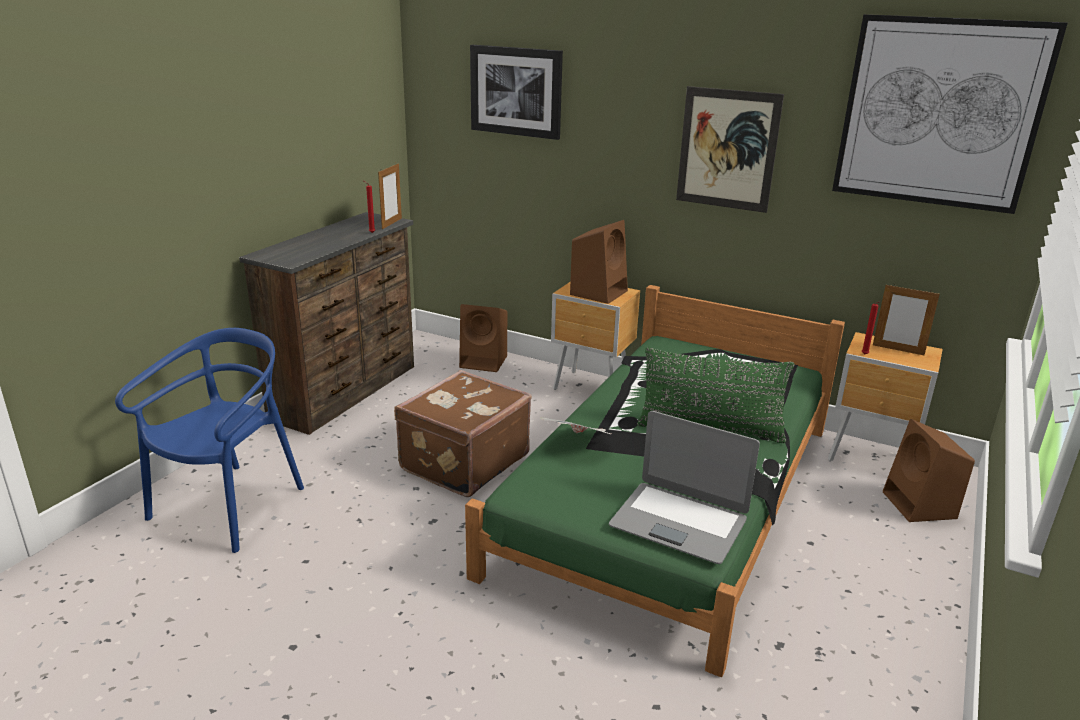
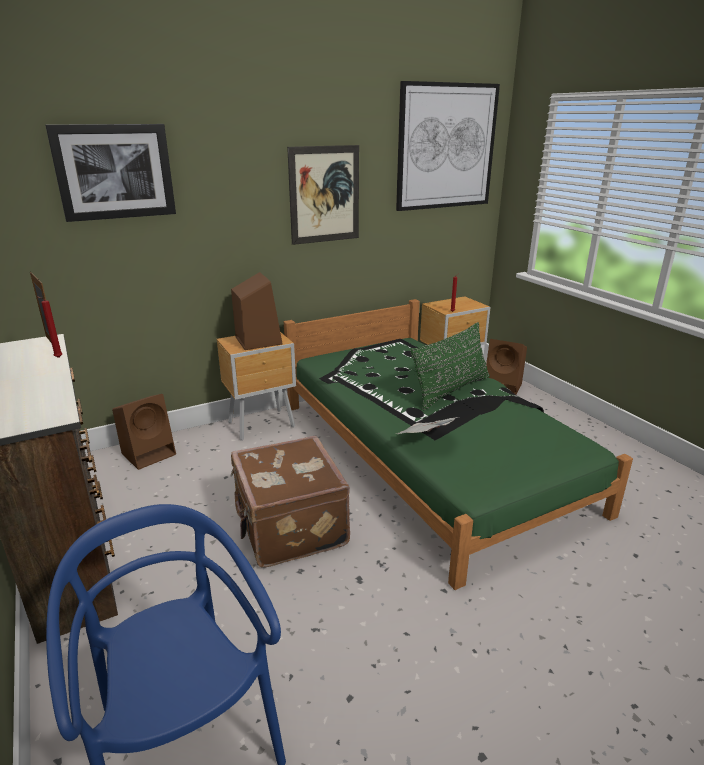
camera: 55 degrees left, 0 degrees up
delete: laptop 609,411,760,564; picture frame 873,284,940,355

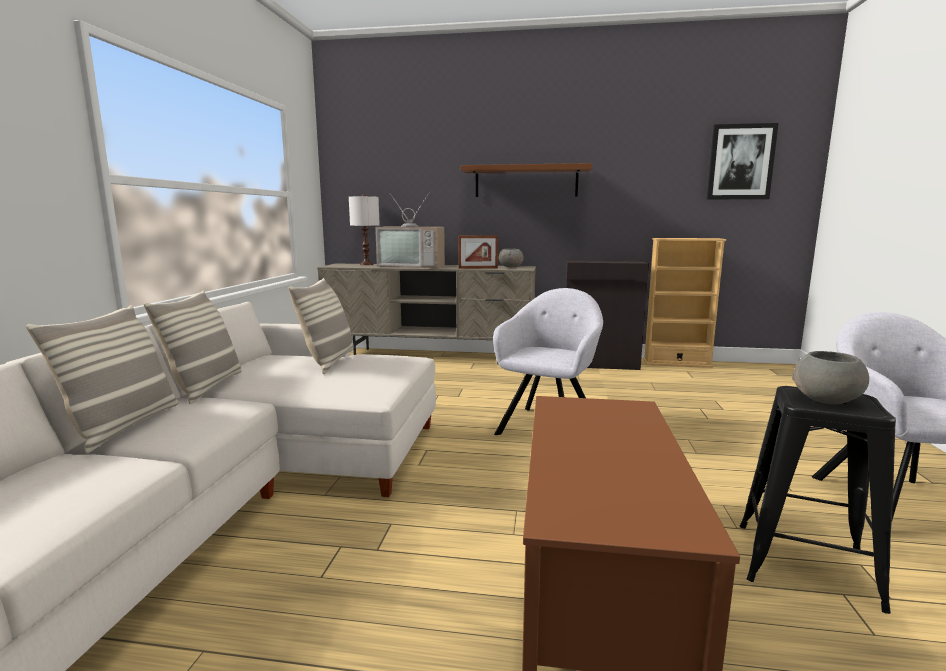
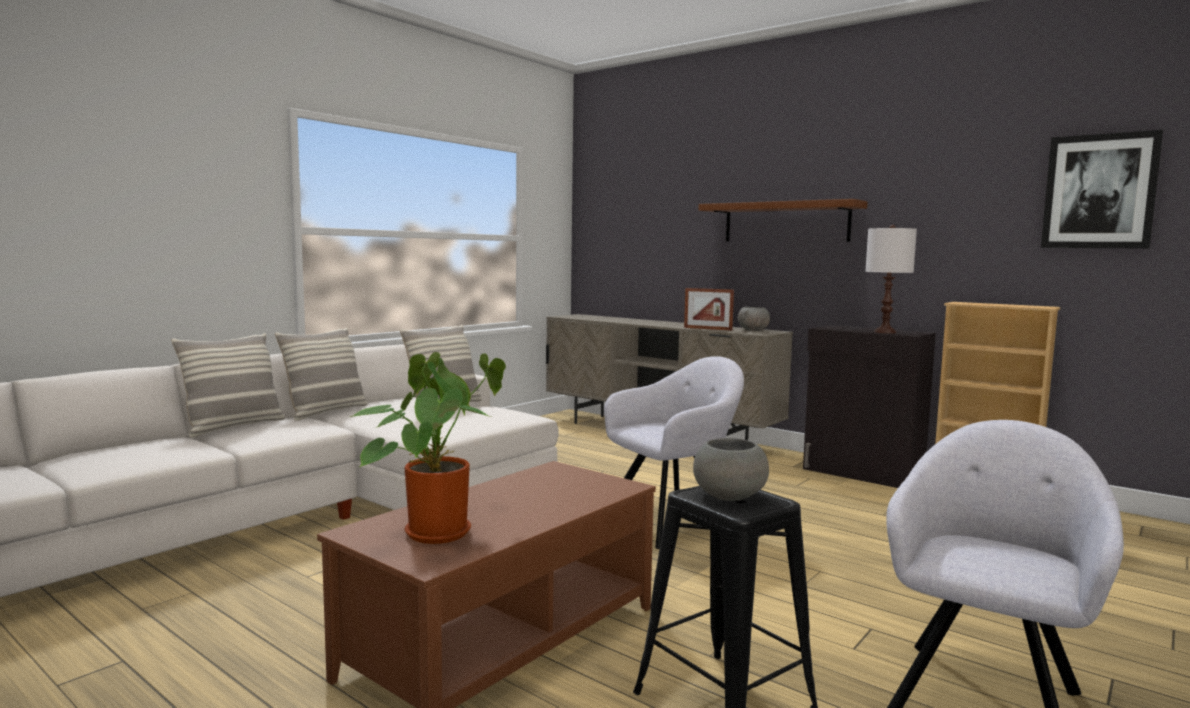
camera: 30 degrees right, 5 degrees down
delete: television 375,195,445,268
insert: potted plant 349,352,506,544
move: white table lamp 349,194,380,265 to 865,225,917,333

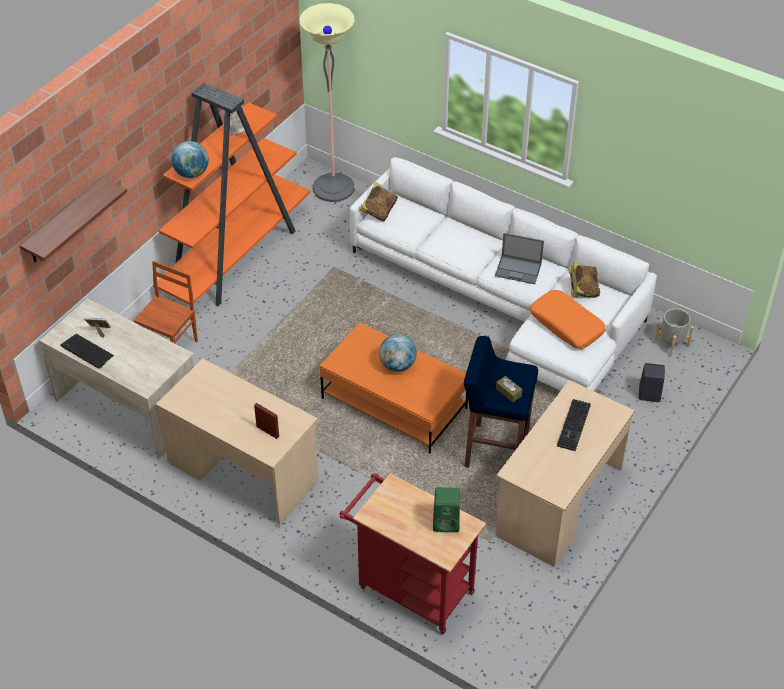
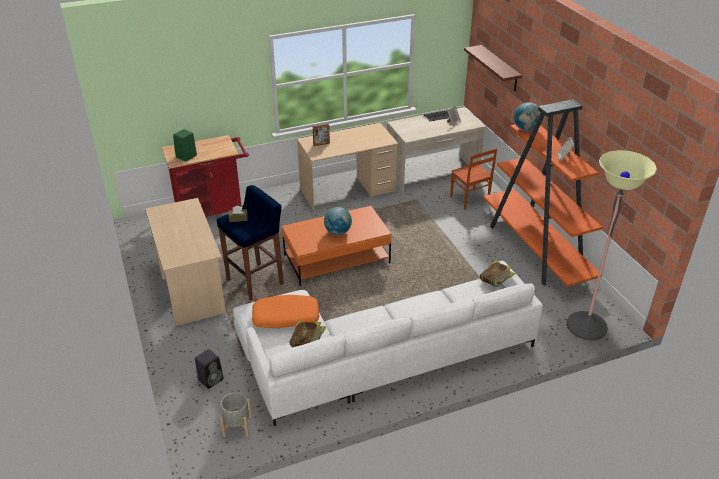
camera: 125 degrees right, 10 degrees down
delete: laptop 495,233,544,284; keyboard 557,399,591,451

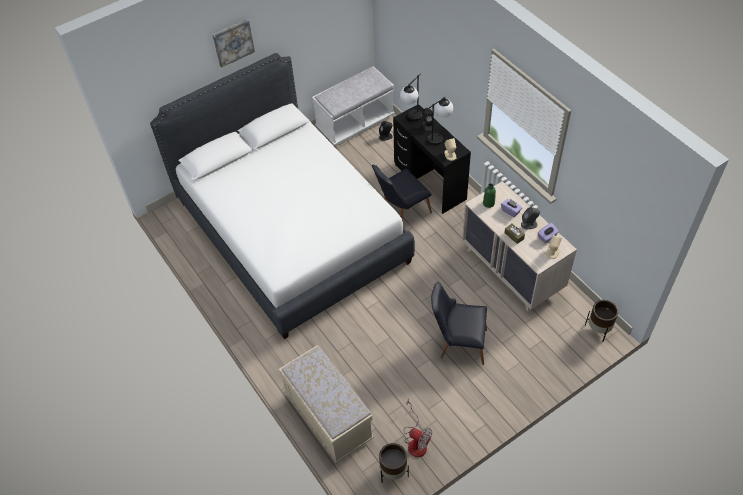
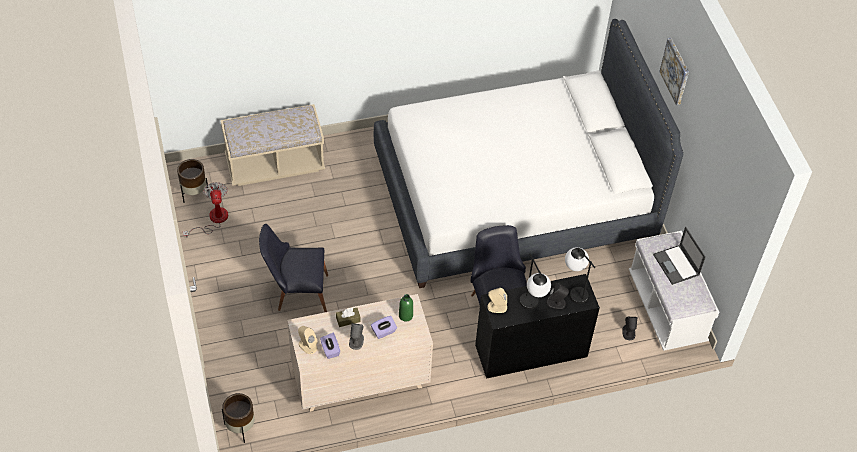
camera: 105 degrees right, 0 degrees up
insert: laptop 653,227,706,285
rotate: fan 404,399,432,457 = 183,182,228,238 120 degrees clockwise; black chair 431,282,487,365 = 259,224,328,312 120 degrees counterclockwise

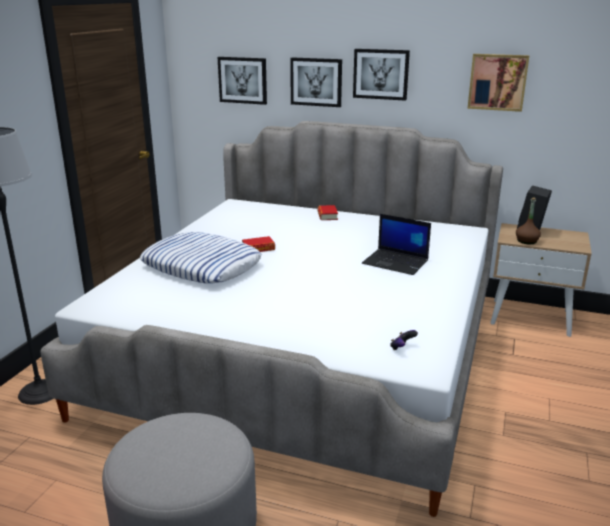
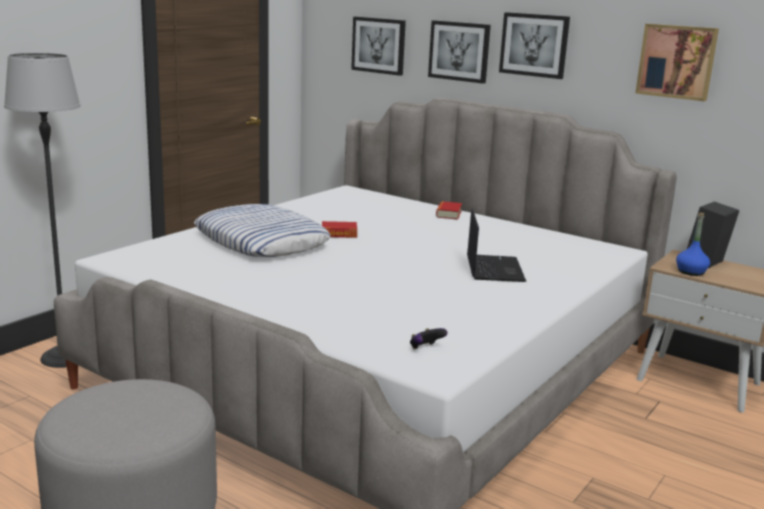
camera: 15 degrees right, 5 degrees down
recolor: brown bottle 516,198,541,244 to blue bottle 676,213,710,276
rotate: laptop 362,214,431,275 = 467,208,527,282 135 degrees counterclockwise

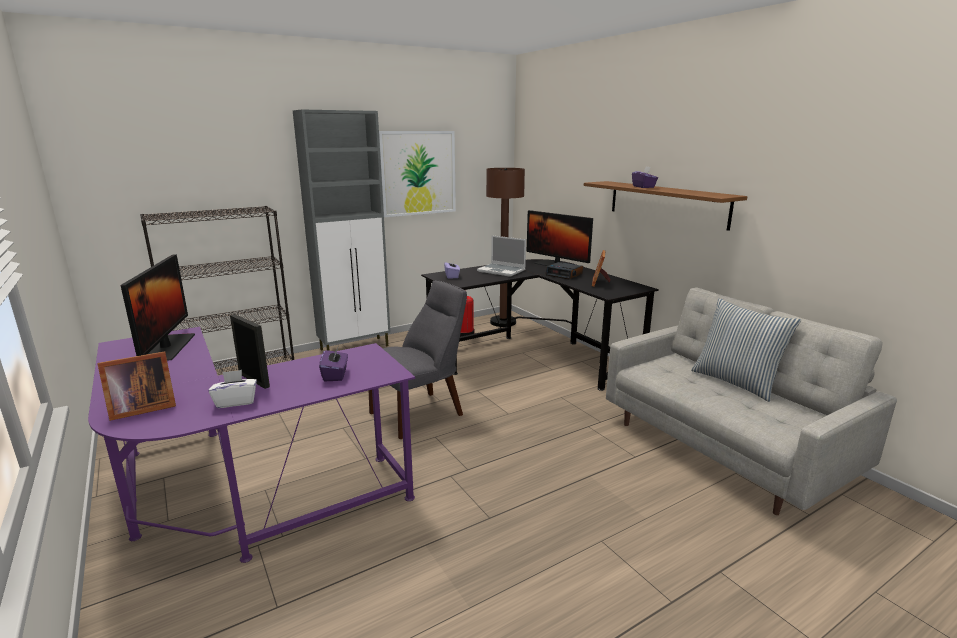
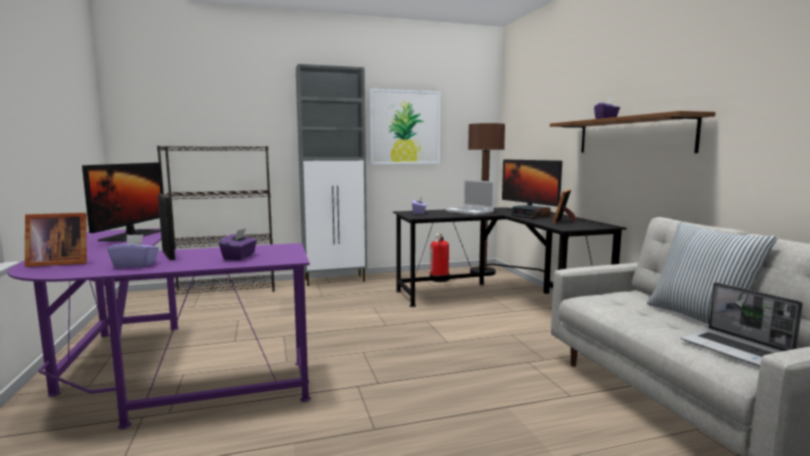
camera: 15 degrees right, 10 degrees down
delete: grey chair 369,280,467,439
insert: laptop 680,282,803,367
recolor: white tissue box 209,370,257,408 to purple tissue box 107,235,159,268

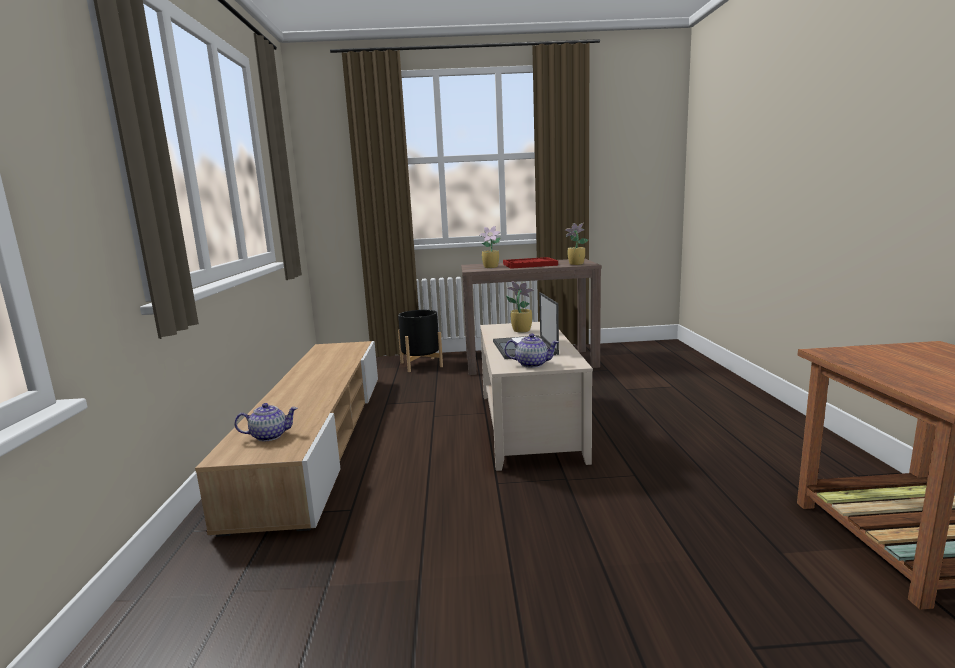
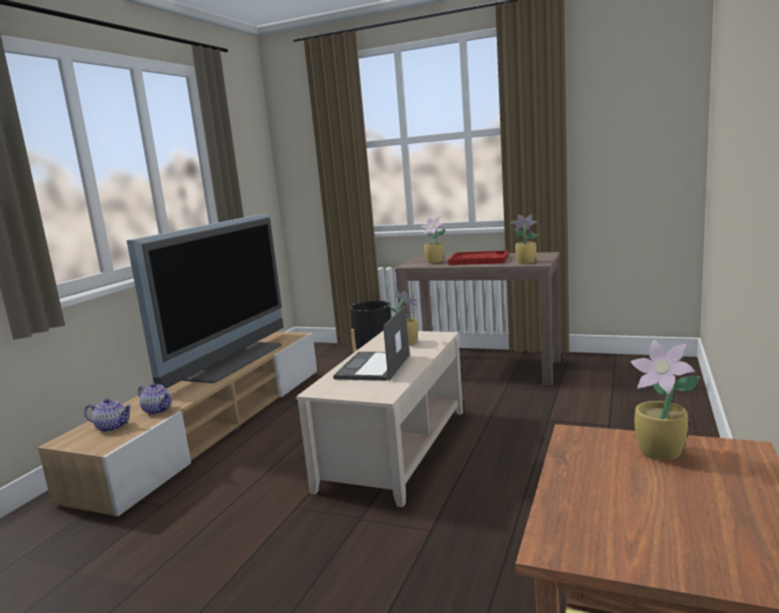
camera: 25 degrees right, 0 degrees up
insert: television 127,214,284,388; potted plant 630,340,701,460
move: teapot 505,334,559,368 to 138,383,172,415

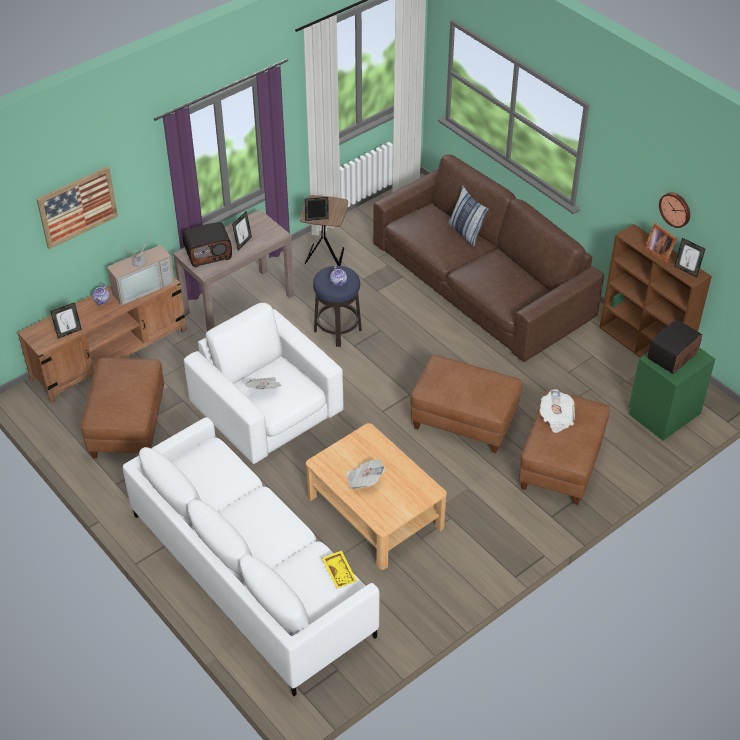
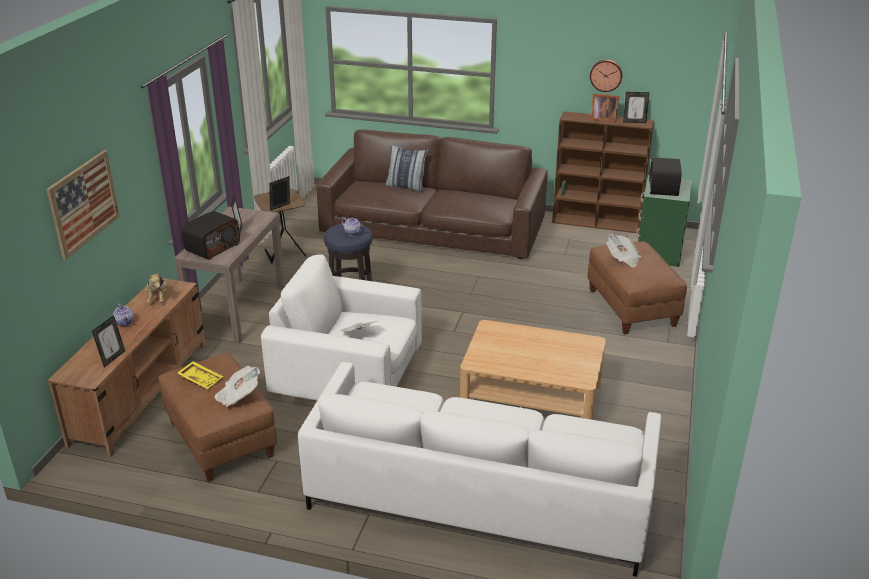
camera: 35 degrees left, 15 degrees down
delete: brown ottoman 410,355,522,453
move: yellow tray 322,550,357,589 to 178,361,223,389; newspaper 346,460,385,489 to 214,366,260,407
replace: television 108,231,175,305 to plush toy 145,271,167,303

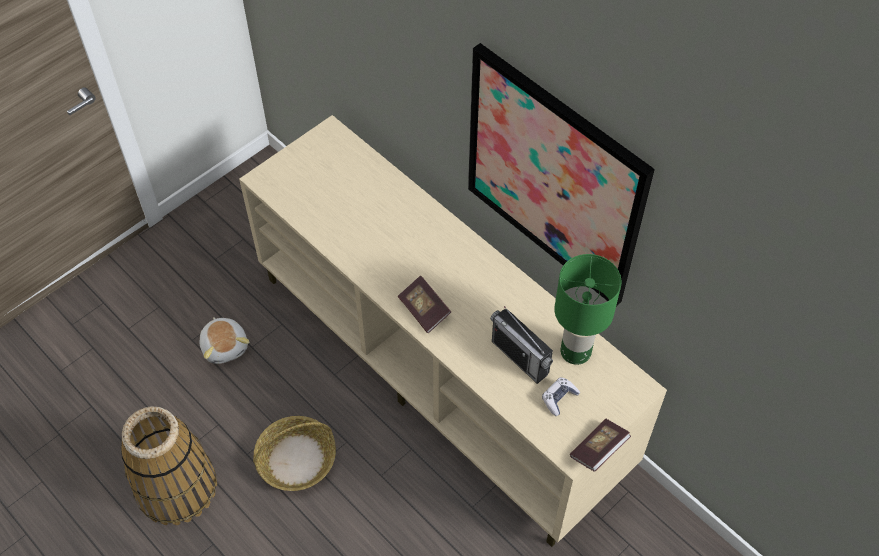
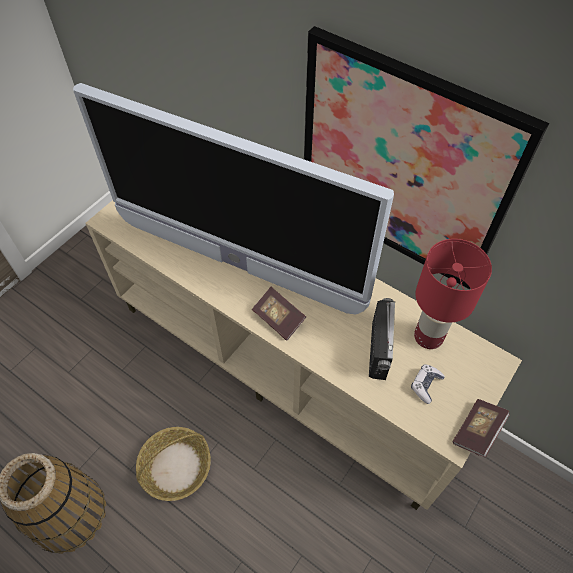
camera: 10 degrees left, 0 degrees up
delete: plush toy 200,317,249,364
insert: television 73,83,394,315
recolor: green table lamp 554,254,622,365 to red table lamp 414,239,492,349
rotate: radio 490,306,553,384 = 369,298,395,380 120 degrees counterclockwise

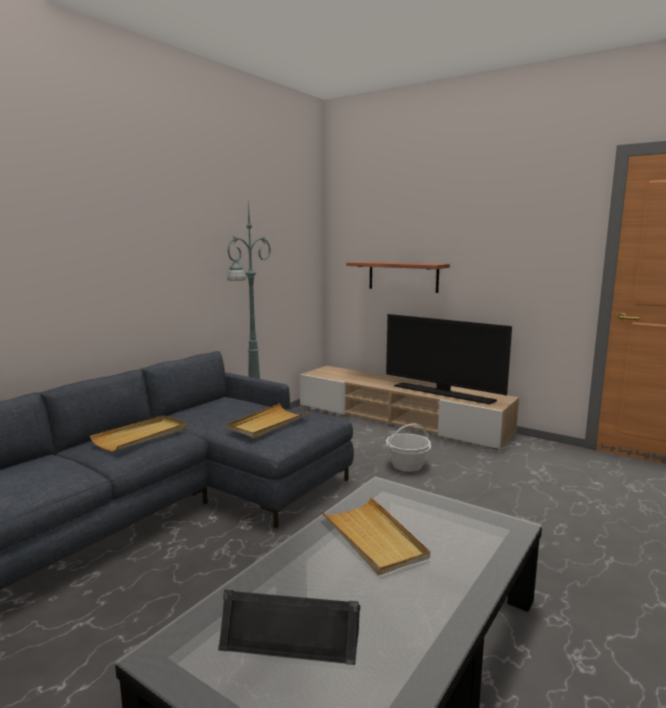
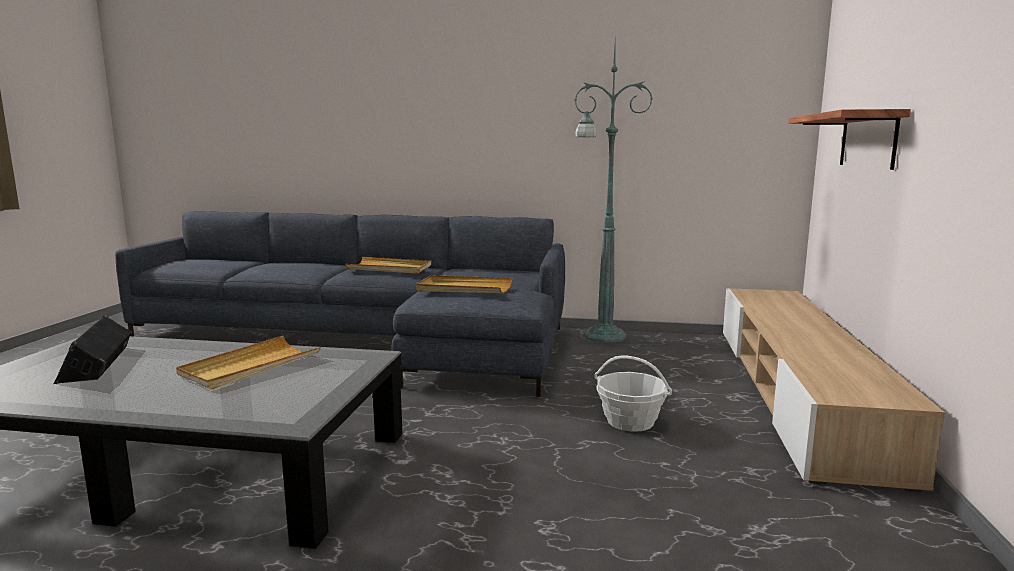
camera: 65 degrees right, 0 degrees up
delete: television 386,314,512,404

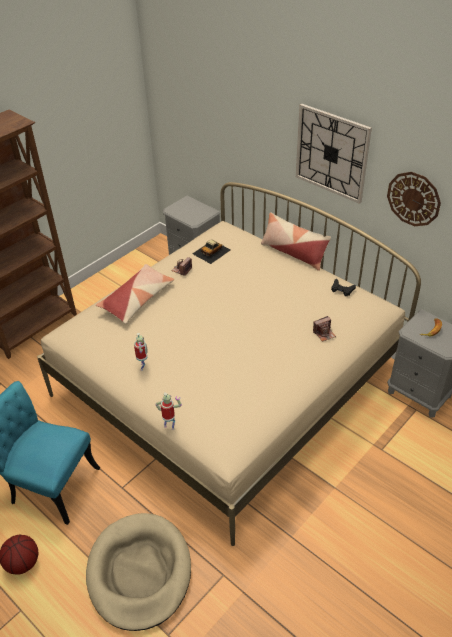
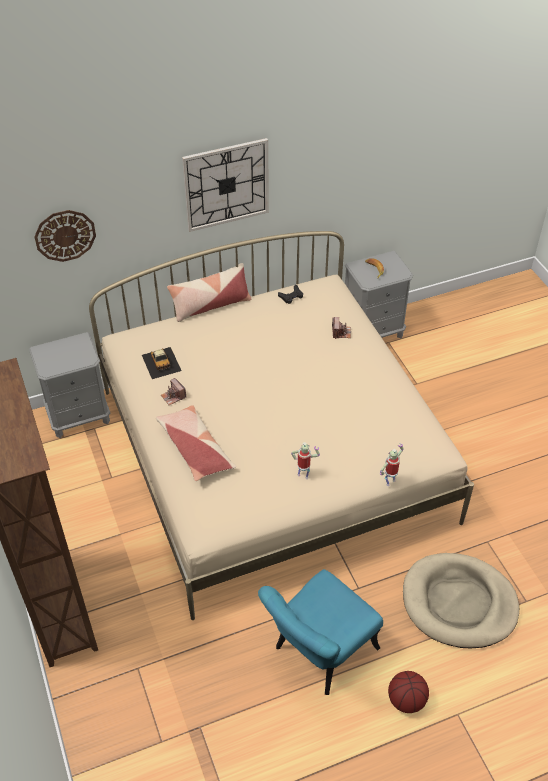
camera: 65 degrees left, 5 degrees up
move: wall clock 387,172,441,226 to 34,210,96,262

